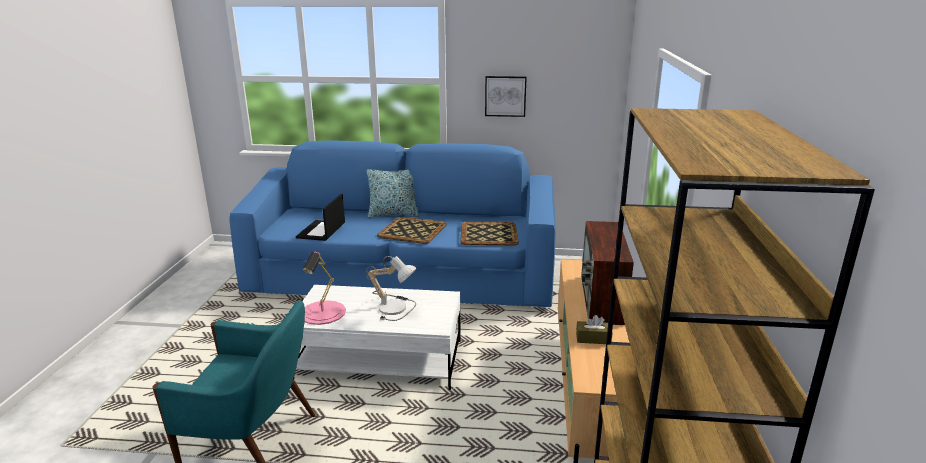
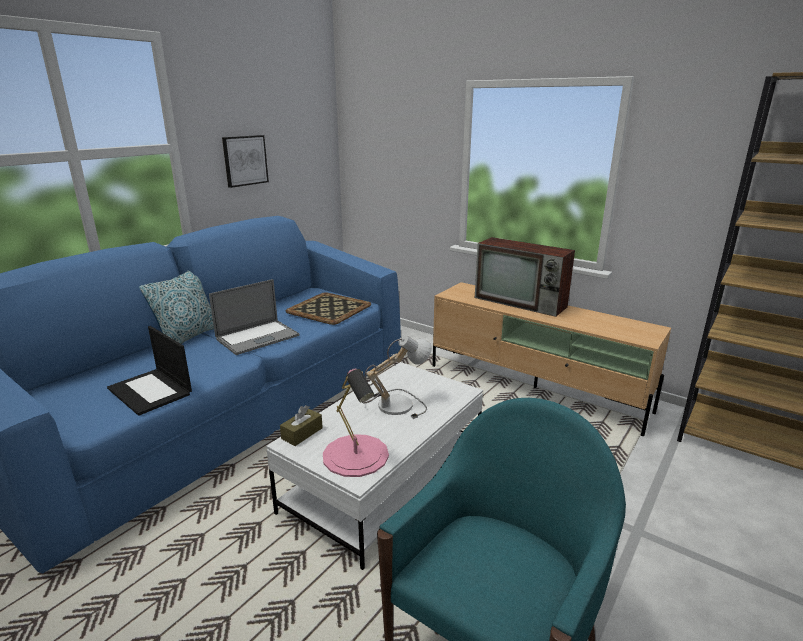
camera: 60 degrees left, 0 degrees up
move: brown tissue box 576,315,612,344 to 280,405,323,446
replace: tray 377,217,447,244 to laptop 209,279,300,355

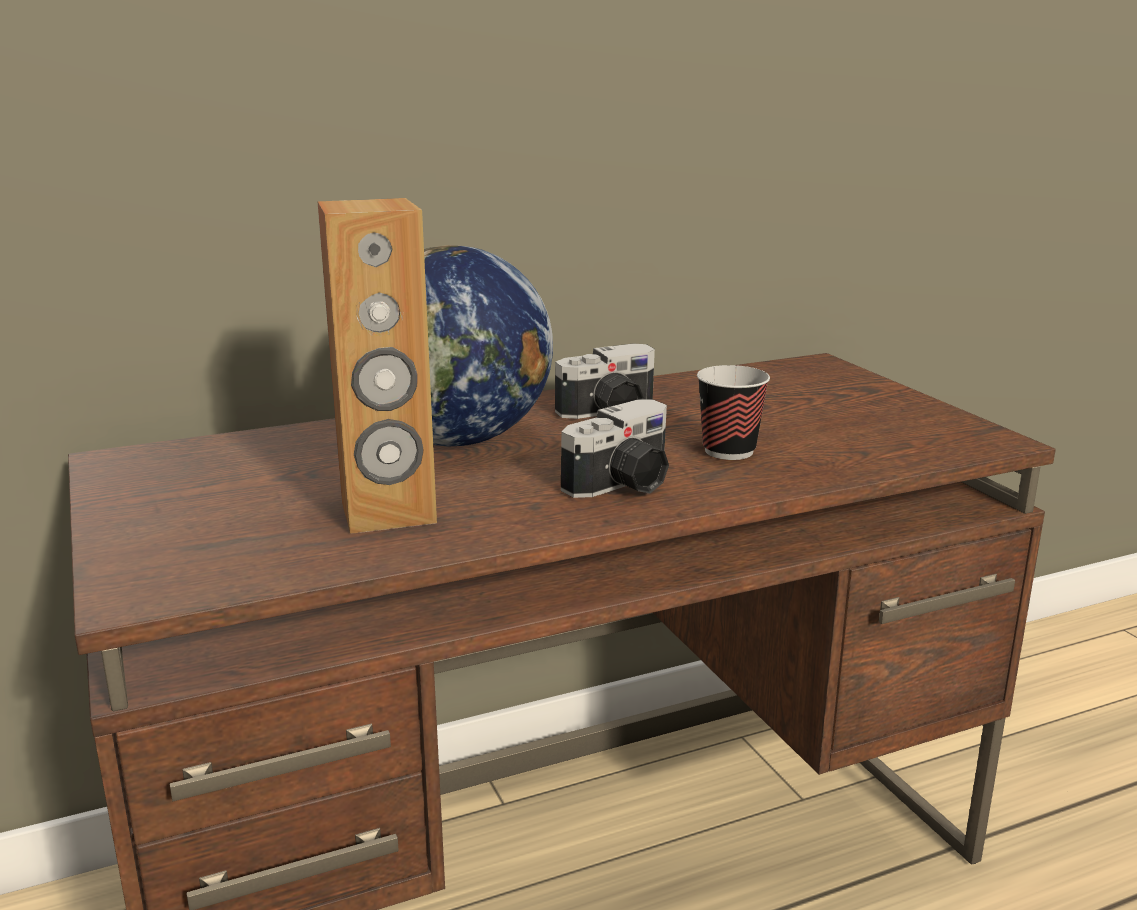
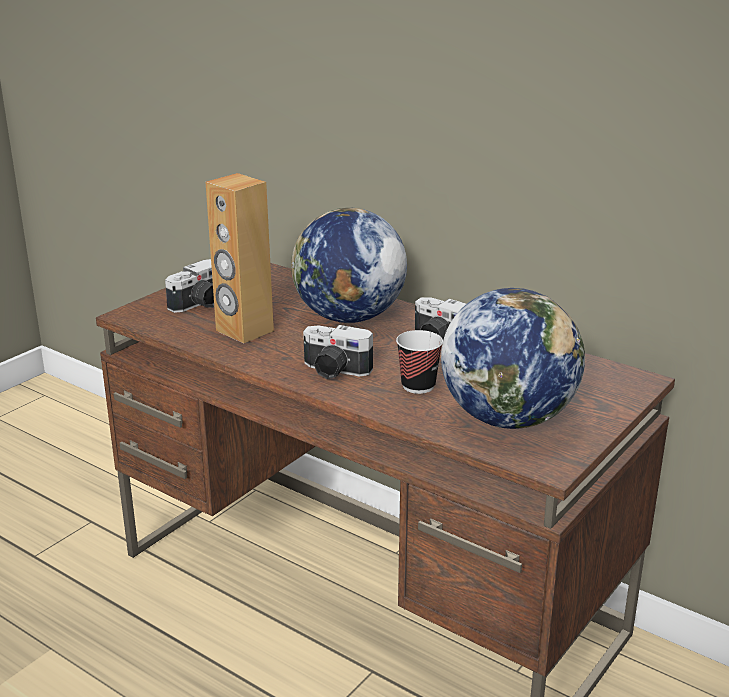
camera: 60 degrees right, 5 degrees up
insert: photo camera 165,259,214,313; globe 441,288,585,429

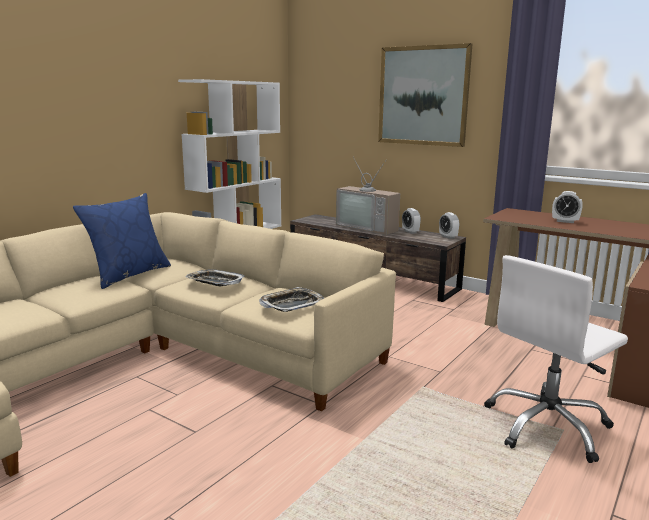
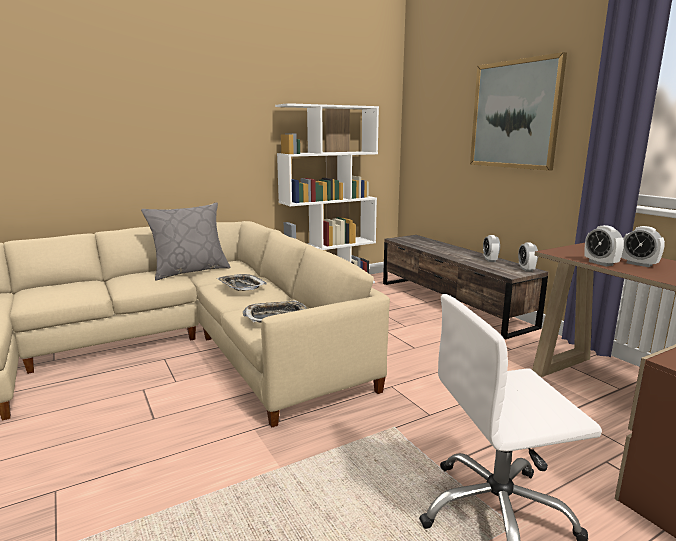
camera: 25 degrees right, 0 degrees up
delete: television 336,157,400,235
insert: alarm clock 584,225,624,267
recolor: blue pillow 73,193,171,289 to grey pillow 141,202,231,280

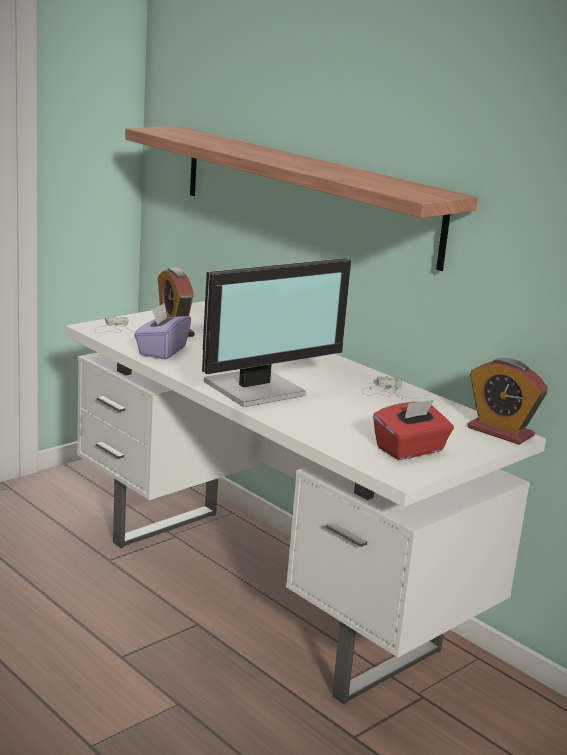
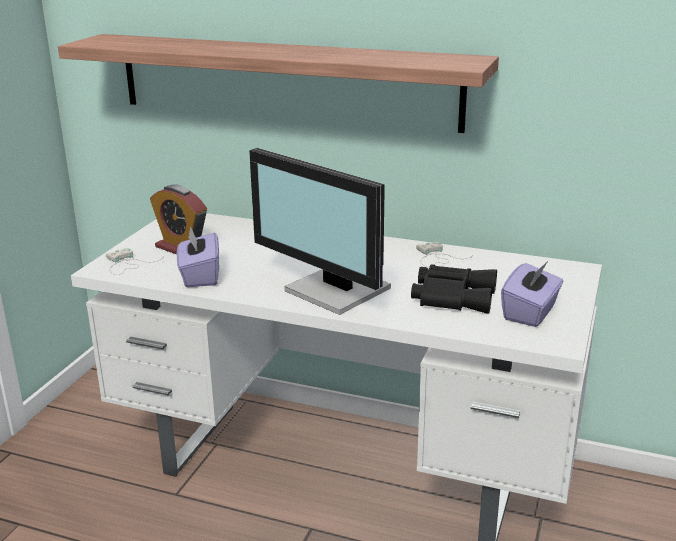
camera: 25 degrees left, 5 degrees up
delete: alarm clock 467,358,548,445
insert: black binoculars 411,265,497,314
recolor: red tissue box 373,400,454,460 to purple tissue box 501,260,563,327
rotate: monitor 202,258,351,407 = 249,148,391,315 105 degrees clockwise

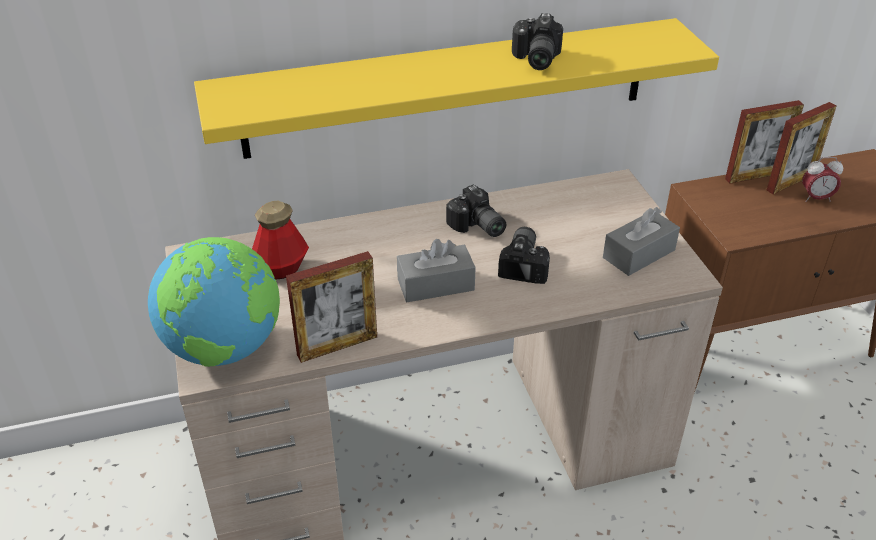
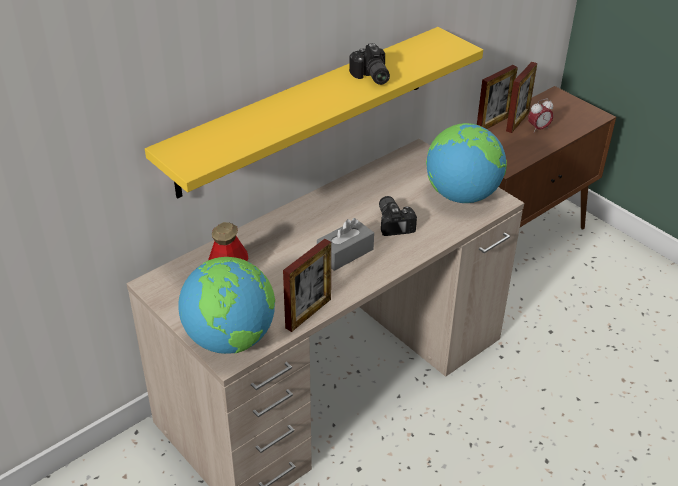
camera: 25 degrees left, 0 degrees up
delete: photo camera 446,185,507,237
replace: grey tissue box 603,207,680,276 to globe 426,123,507,203

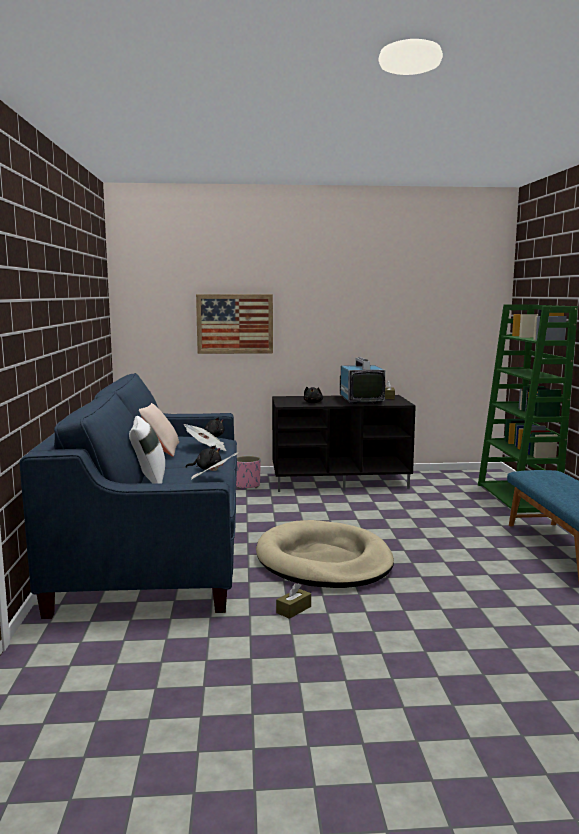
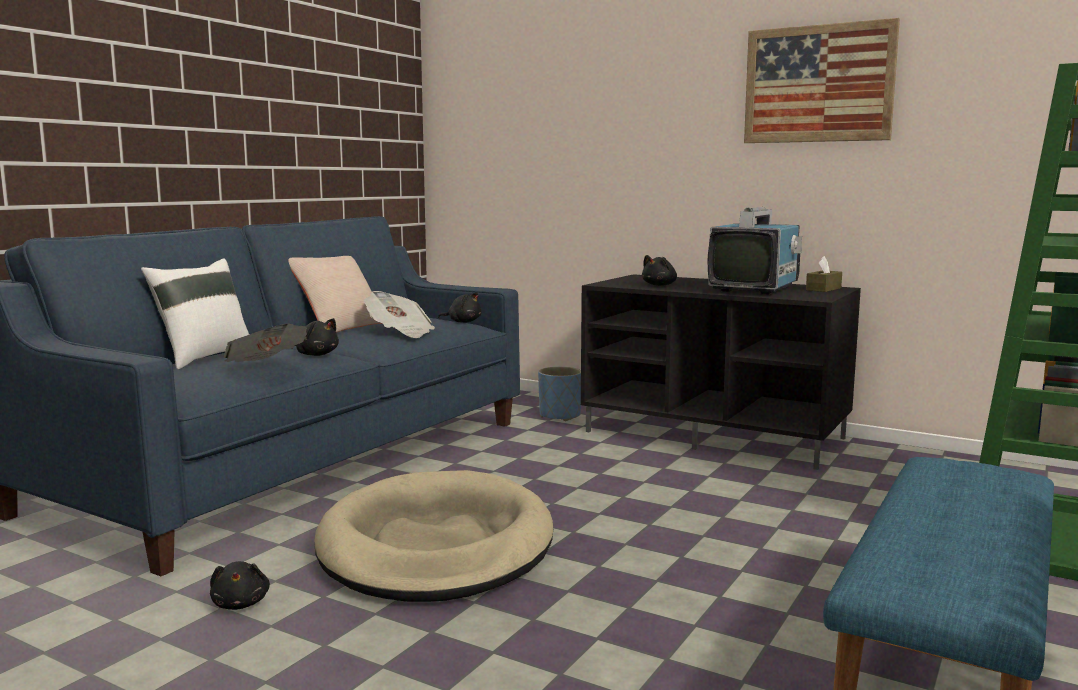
camera: 35 degrees right, 0 degrees up
move: picture 196,294,273,354 to 744,18,900,143
replace: brown tissue box 276,583,311,619 to black plush toy 210,561,270,610
recolor: pink planter 236,456,261,489 to blue planter 538,367,581,421

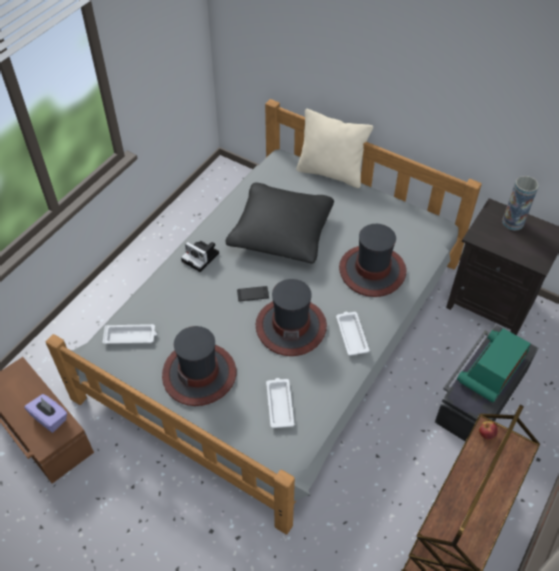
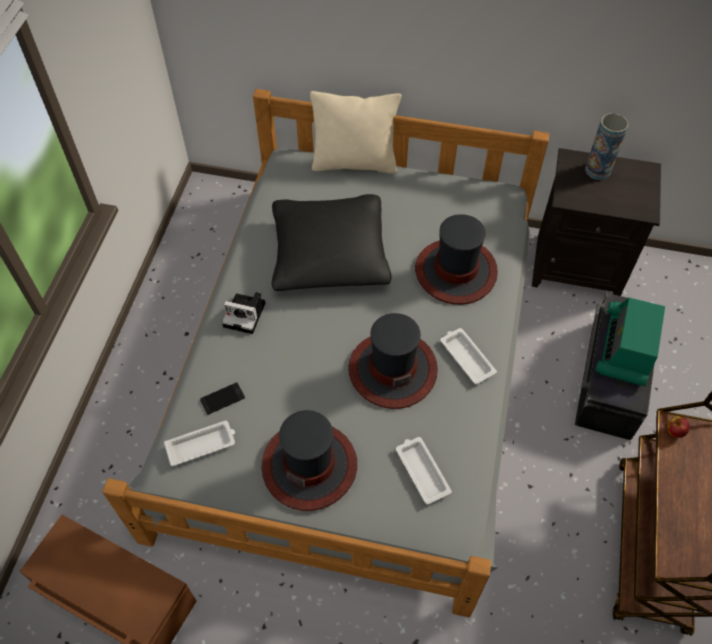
camera: 20 degrees left, 5 degrees up
delete: purple tissue box 24,394,68,433
move: phone 237,286,269,302 to 200,382,245,415

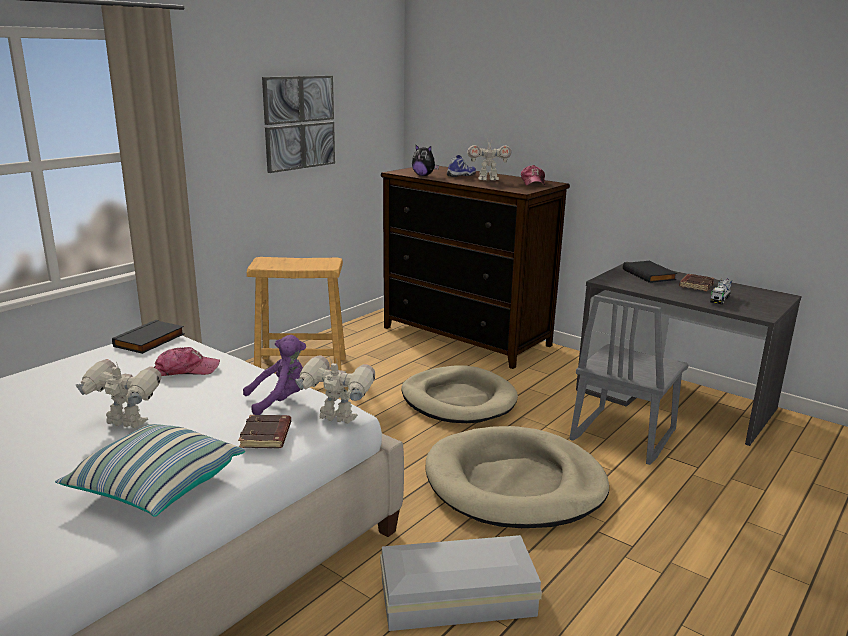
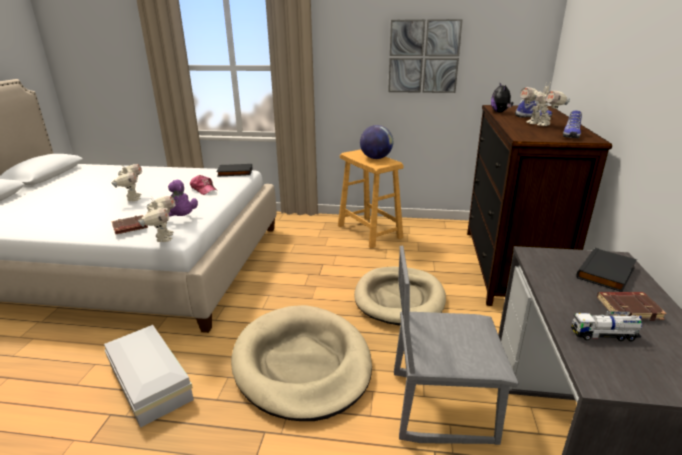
camera: 60 degrees right, 5 degrees up
delete: pillow 55,424,245,517
insert: globe 360,125,393,159
replace: cap 521,165,545,185 to shoe 563,111,582,138

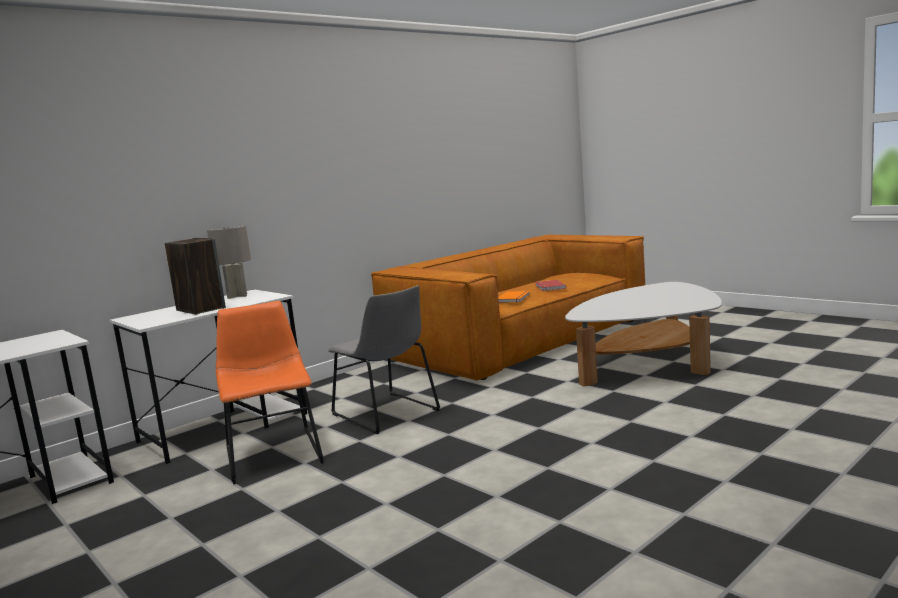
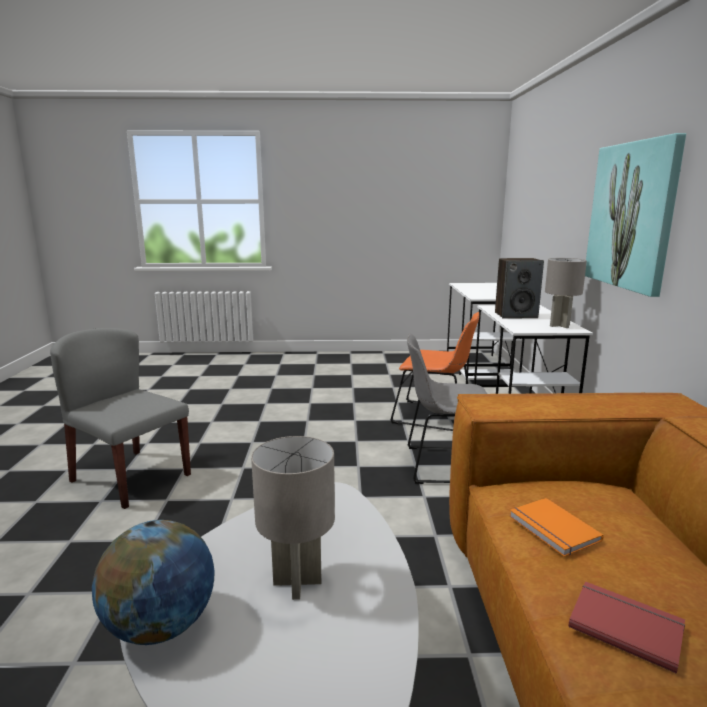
camera: 130 degrees right, 5 degrees up
insert: grey chair 50,328,191,509; globe 92,520,215,645; grey table lamp 251,436,335,600; picture 585,133,686,297

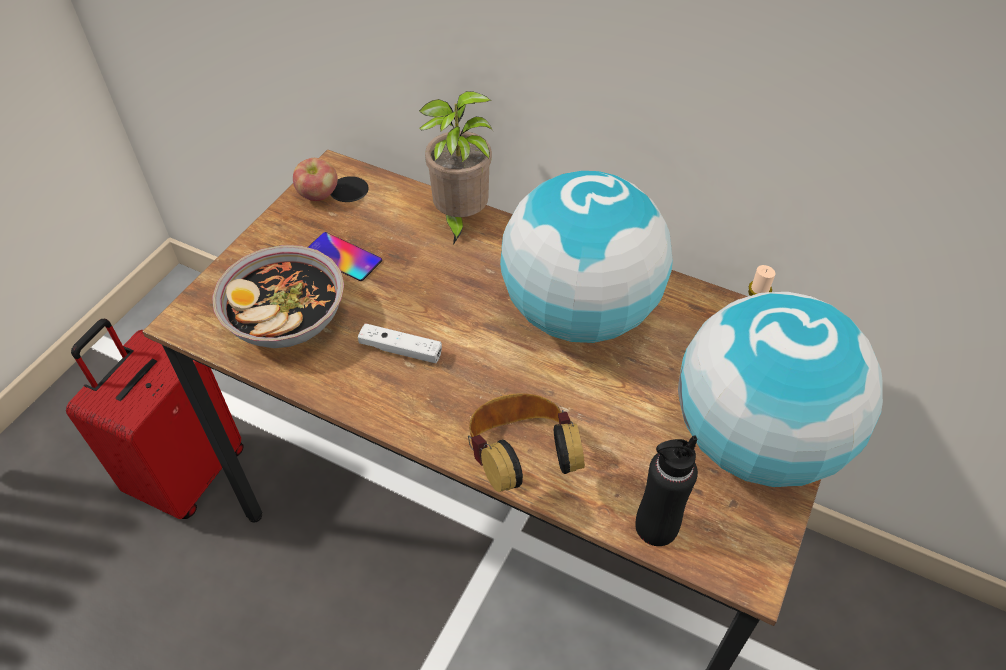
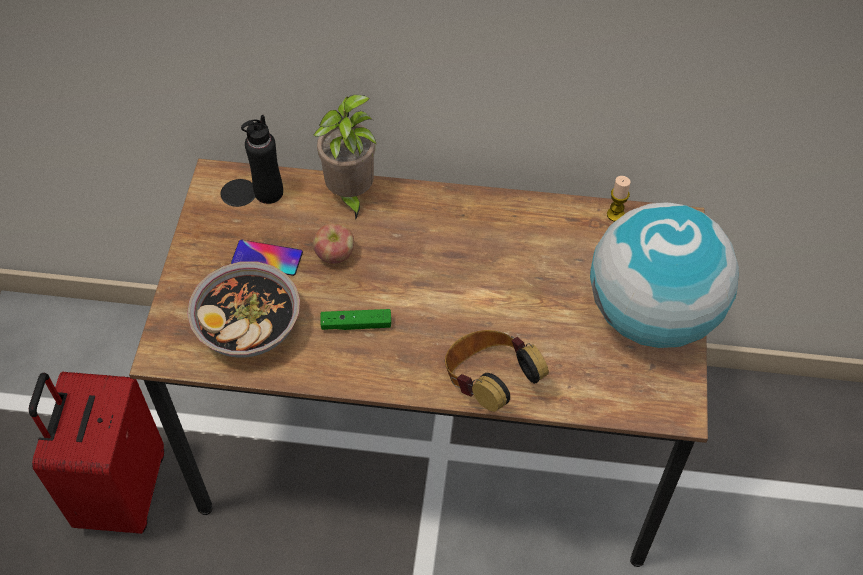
camera: 20 degrees left, 5 degrees up
delete: globe 500,171,673,343
move: apple 293,158,338,201 to 313,223,354,264; black bottle 635,435,698,546 to 241,115,283,204
recolor: white game controller 358,323,442,363 to green game controller 320,309,391,330

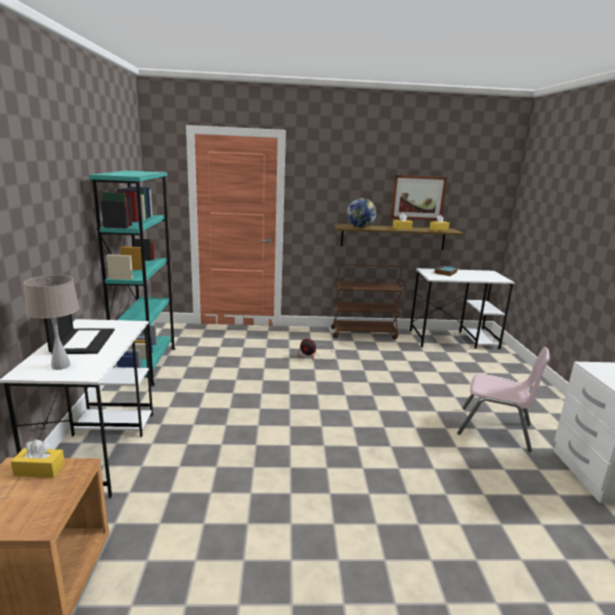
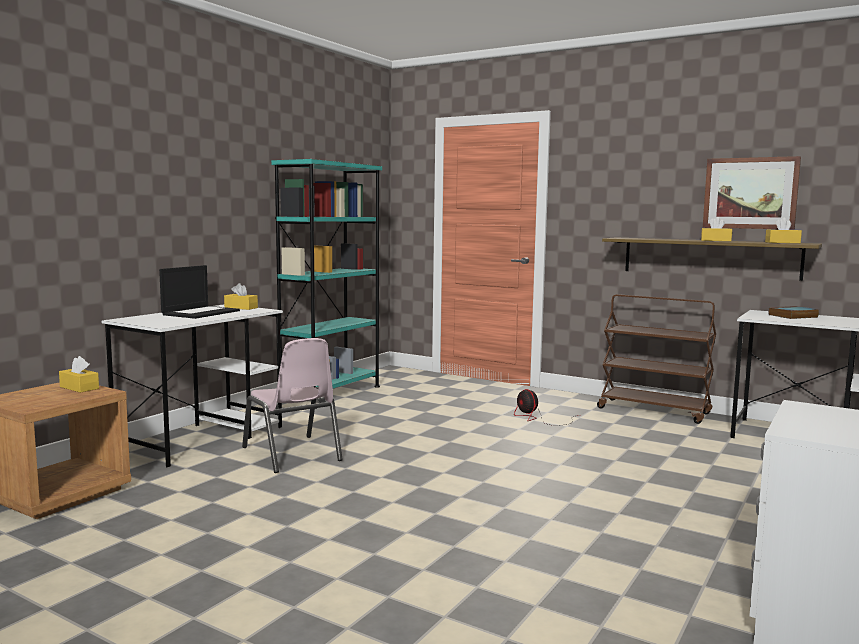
camera: 35 degrees right, 10 degrees down
delete: beige table lamp 24,275,80,370; globe 347,198,376,227
insert: yellow tissue box 224,283,258,310
move: pink chair 457,347,549,452 to 242,338,343,473

